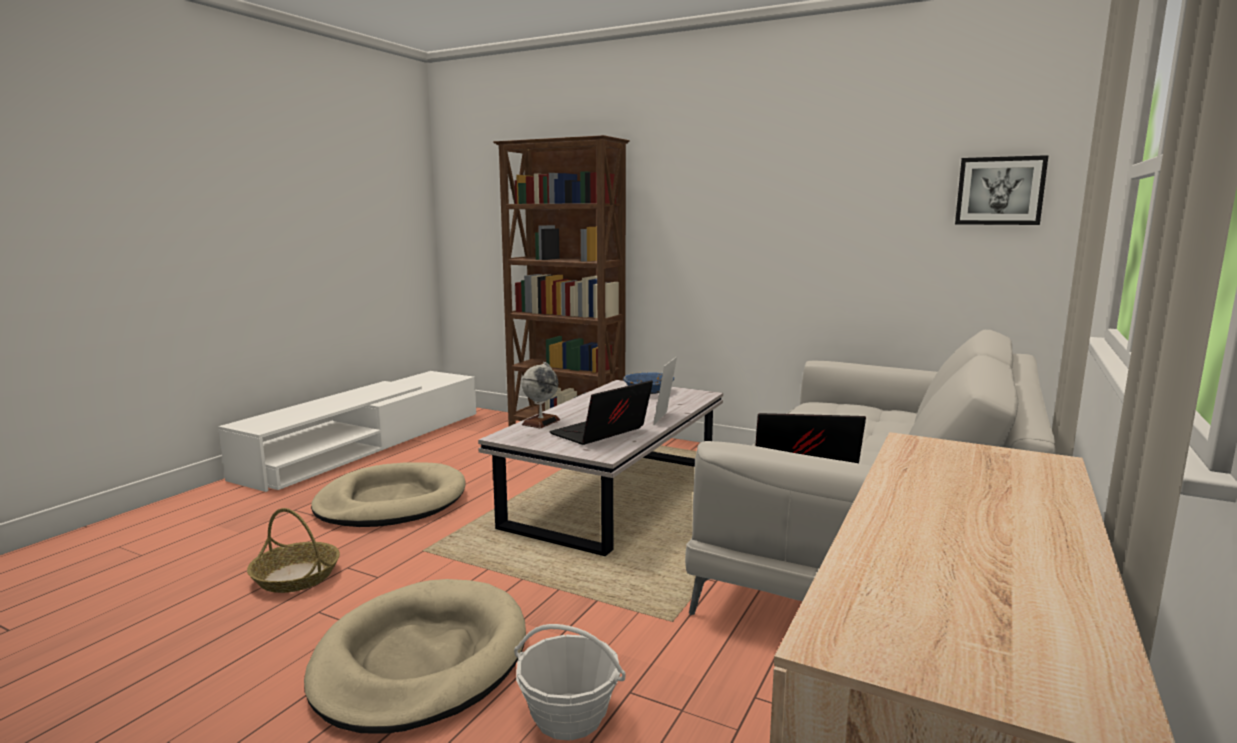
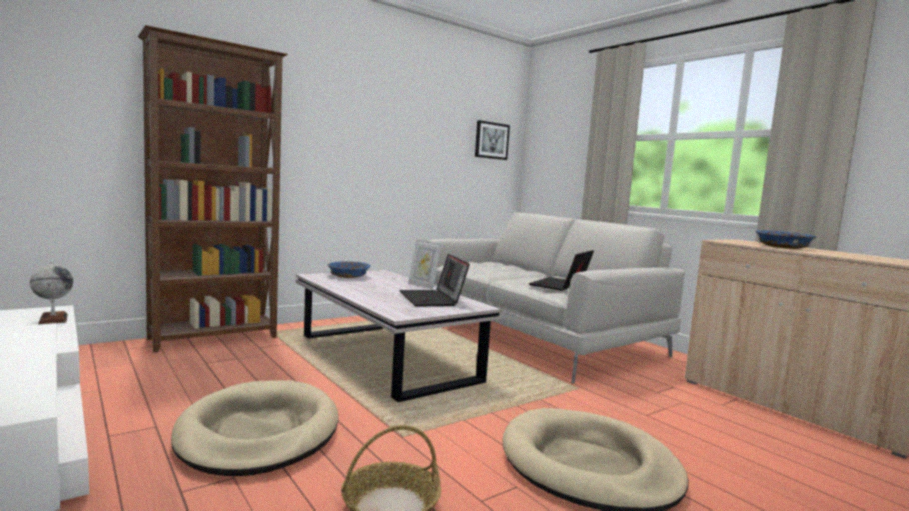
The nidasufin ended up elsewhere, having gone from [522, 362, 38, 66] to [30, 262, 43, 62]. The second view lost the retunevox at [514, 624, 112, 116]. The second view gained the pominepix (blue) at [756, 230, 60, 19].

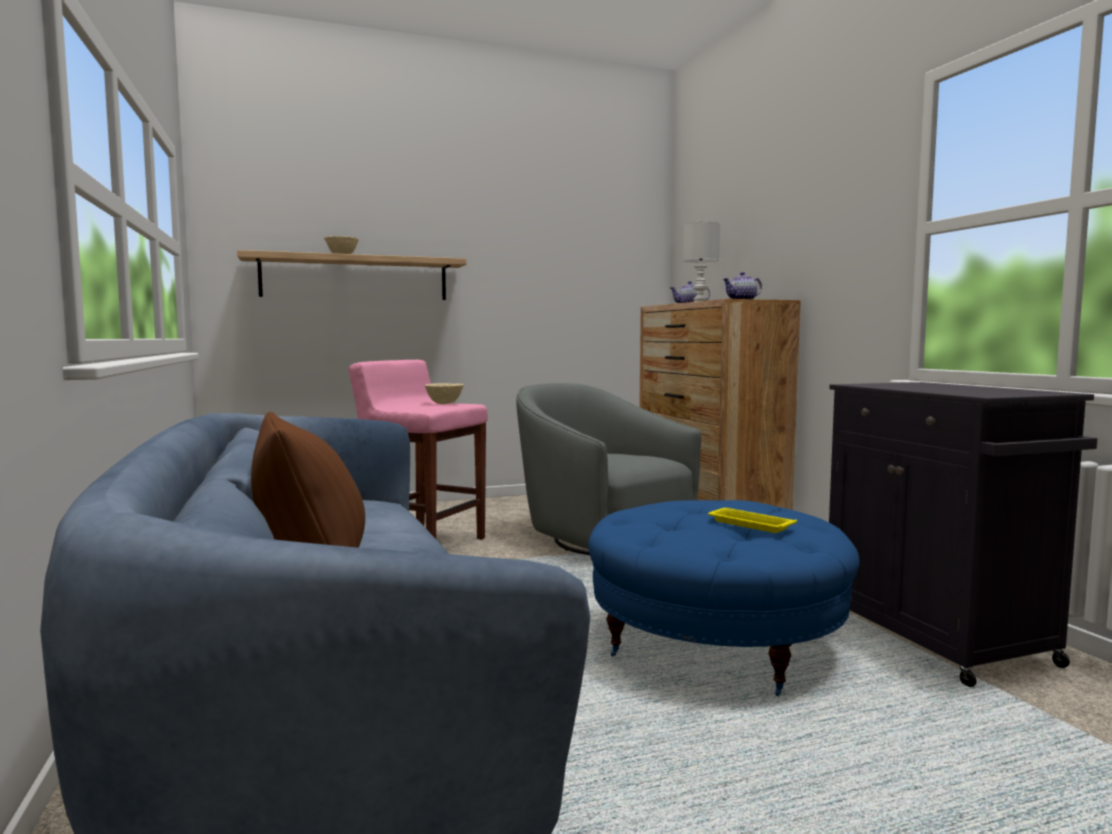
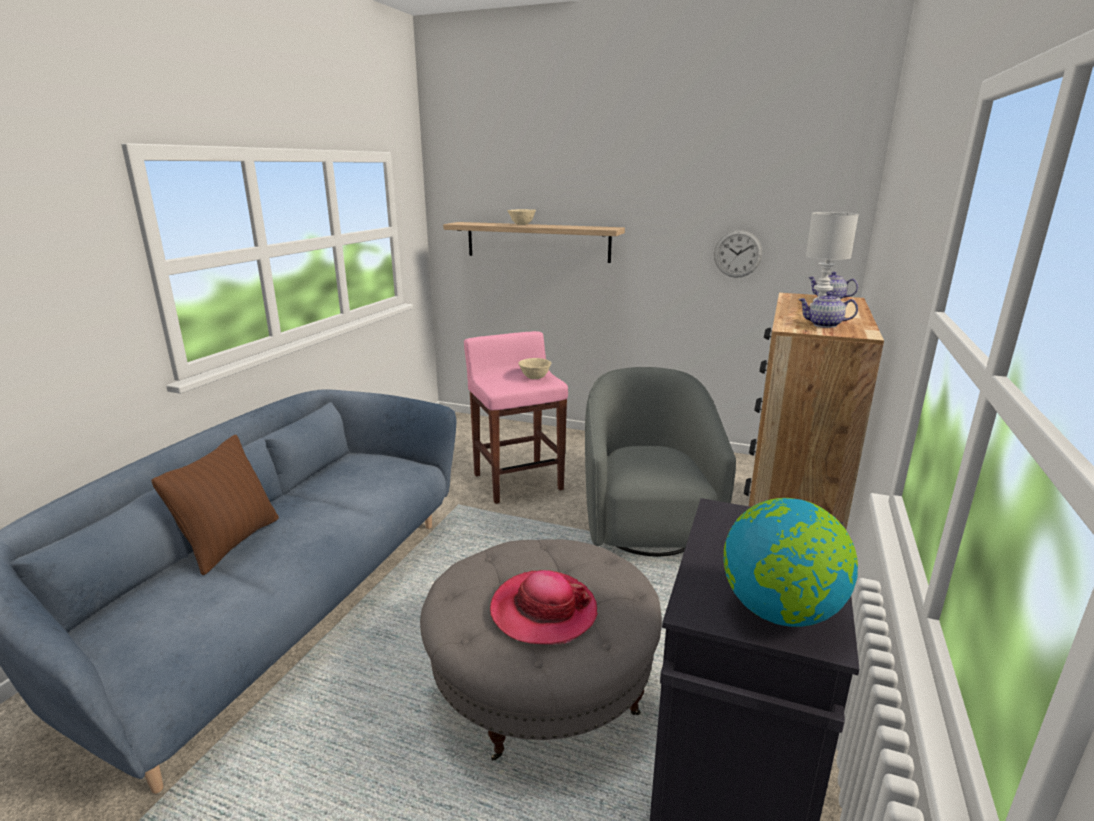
What was the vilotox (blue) at [588, 500, 272, 196] turned into the vilotox (grey) at [420, 539, 242, 222]. Where the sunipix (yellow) stood at [708, 508, 89, 25], the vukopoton came to stand at [490, 570, 108, 74]. The second view gained the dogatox at [714, 230, 48, 48]. The second view gained the nidasufin at [723, 498, 135, 129].

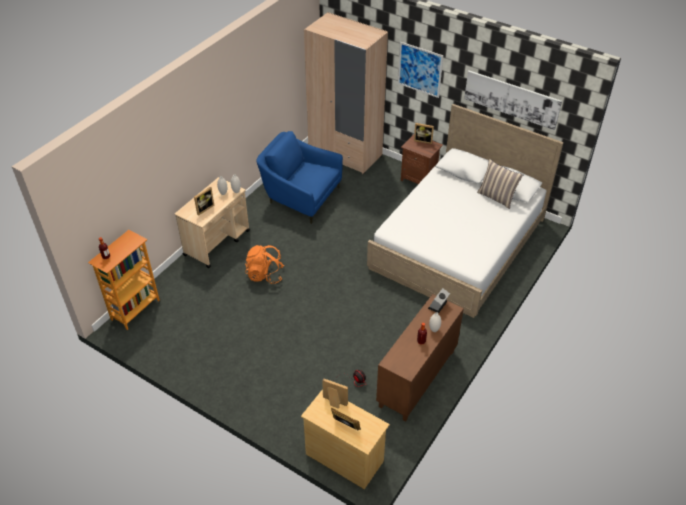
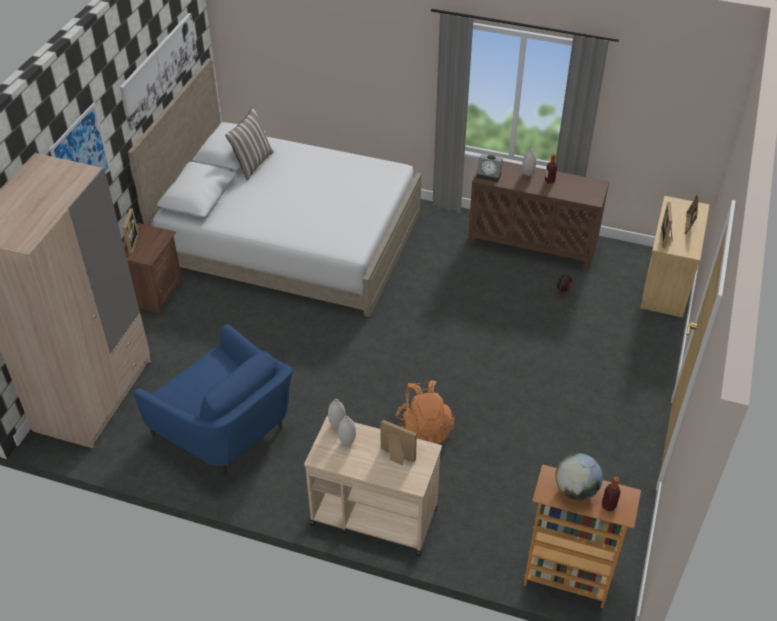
The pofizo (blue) at [256, 131, 87, 93] ended up facing another way, 60 degrees counterclockwise from before. The second view gained the nidasufin at [555, 453, 48, 47].

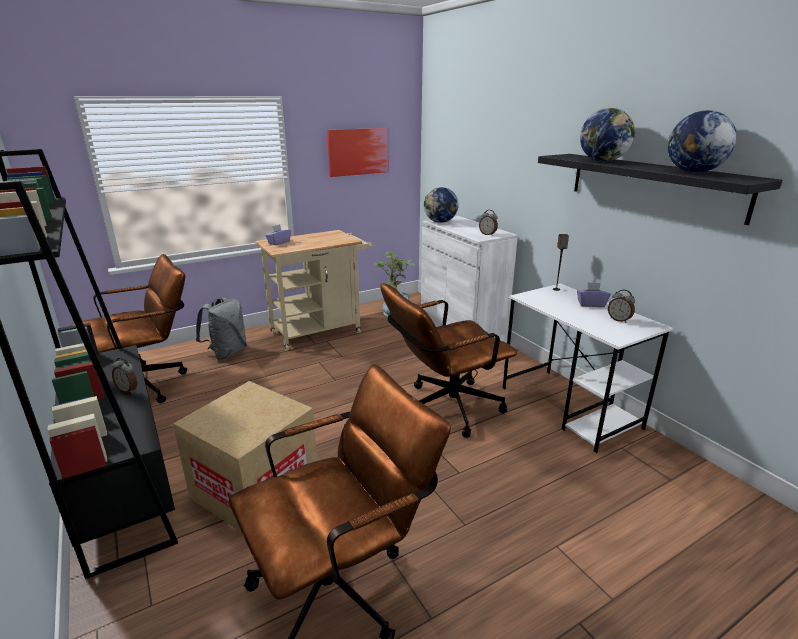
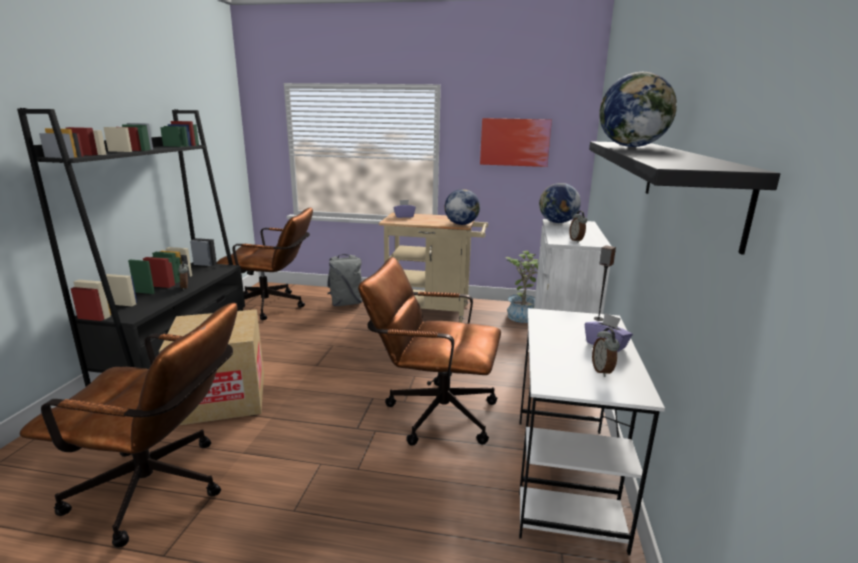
The nidasufin ended up elsewhere, having gone from [667, 110, 70, 63] to [445, 189, 35, 36].

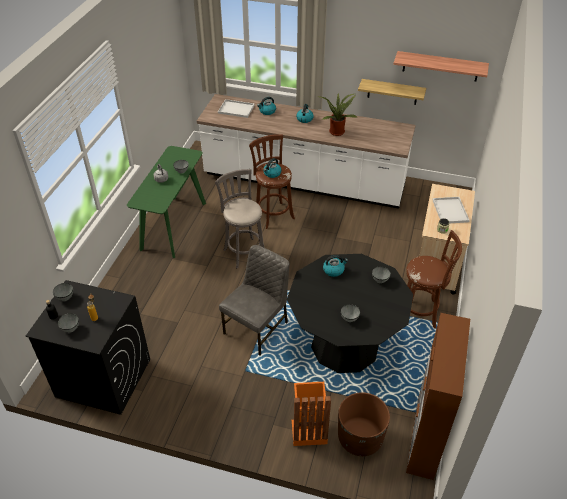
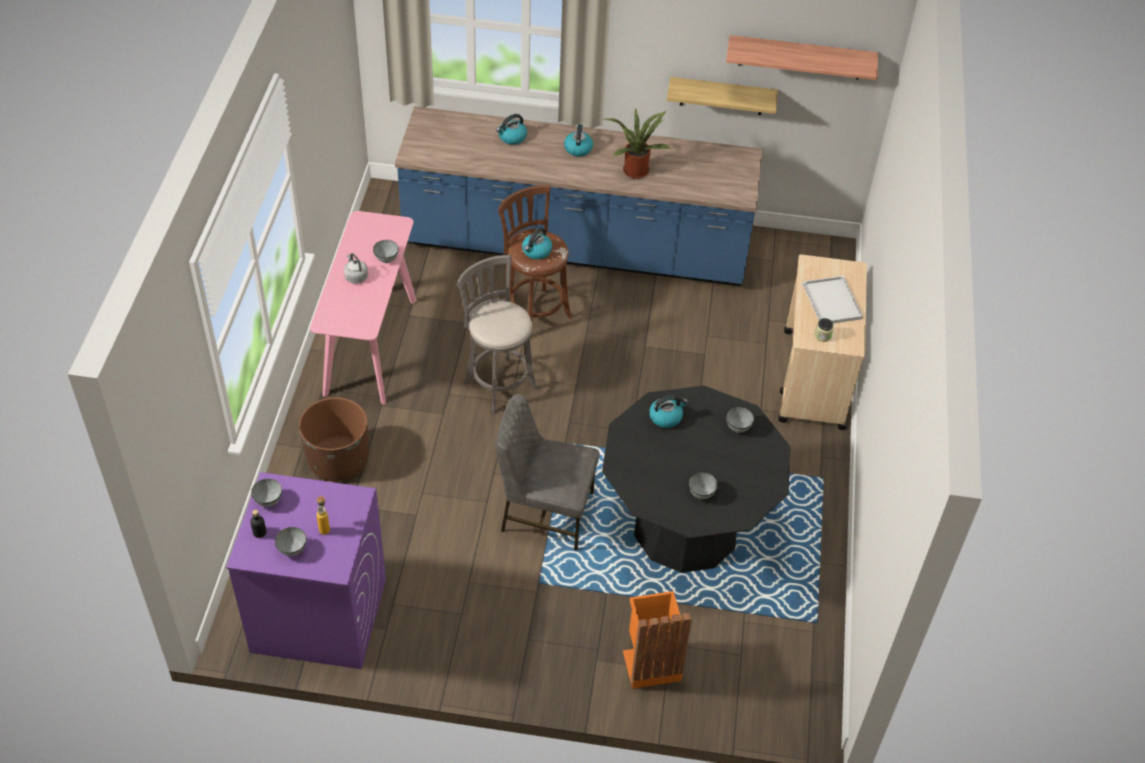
What was the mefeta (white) at [197, 94, 219, 115] turned into the mefeta (blue) at [395, 106, 367, 180]. The second view lost the sunipix (white) at [218, 99, 37, 19]. What was the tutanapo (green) at [127, 146, 79, 112] turned into the tutanapo (pink) at [310, 211, 107, 194]. The second view lost the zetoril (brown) at [406, 230, 56, 98]. The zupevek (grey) at [219, 245, 70, 110] ended up facing another way, 105 degrees counterclockwise from before. What was the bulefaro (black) at [26, 280, 124, 135] turned into the bulefaro (purple) at [226, 472, 160, 197]. The second view lost the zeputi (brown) at [406, 313, 64, 167]. The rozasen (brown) ended up elsewhere, having gone from [338, 392, 52, 64] to [299, 397, 70, 84].

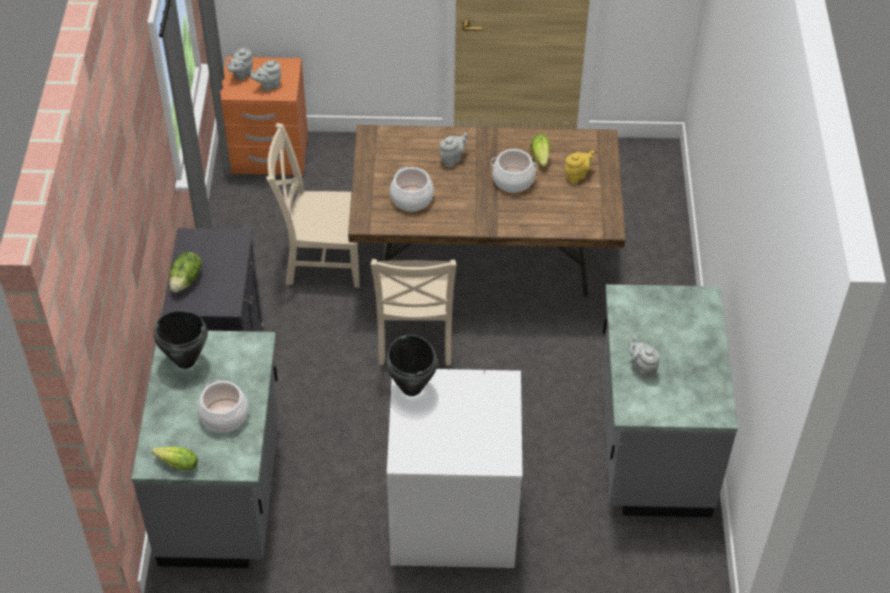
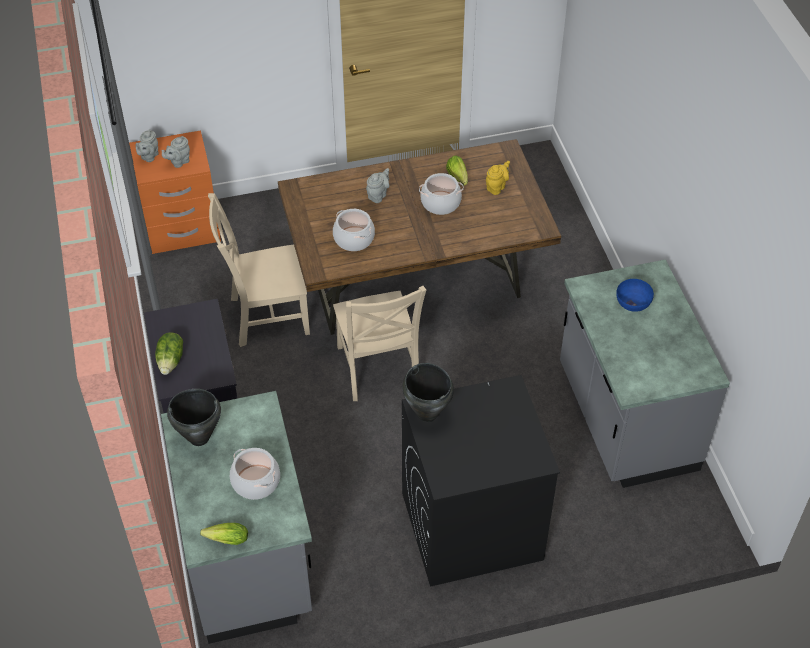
The second view lost the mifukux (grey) at [629, 336, 31, 43]. What was the bulefaro (white) at [387, 369, 135, 199] turned into the bulefaro (black) at [402, 375, 158, 212]. The second view gained the pominepix (blue) at [616, 279, 38, 33].

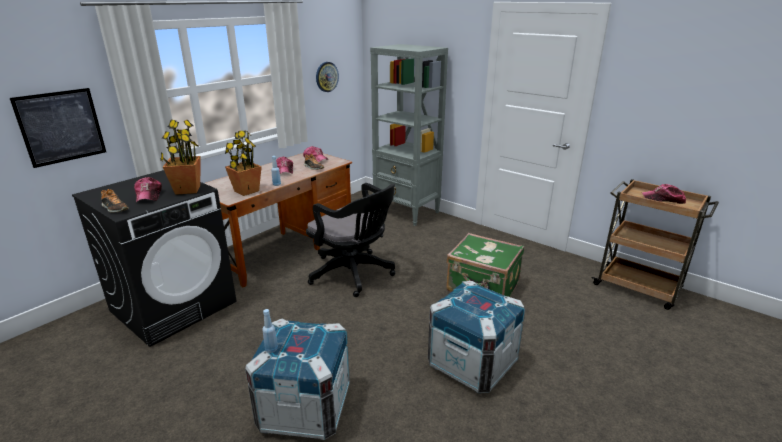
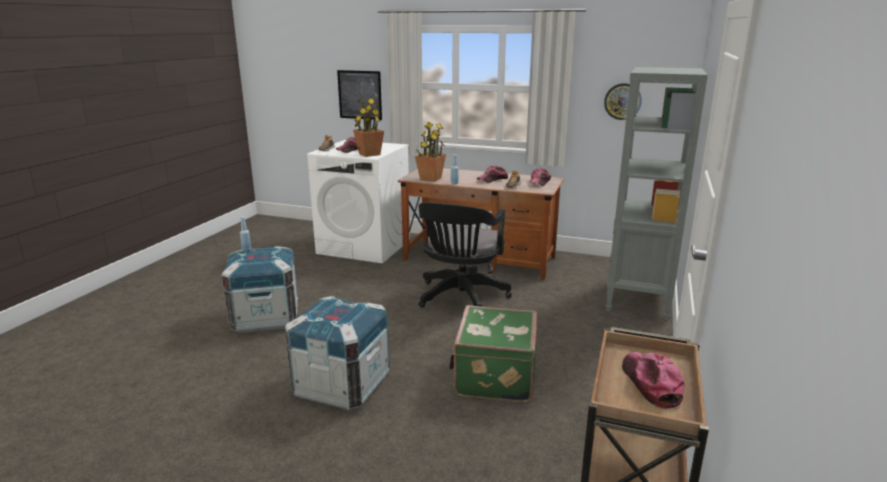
What was the bulefaro (black) at [72, 170, 165, 177] turned into the bulefaro (white) at [307, 140, 103, 123].

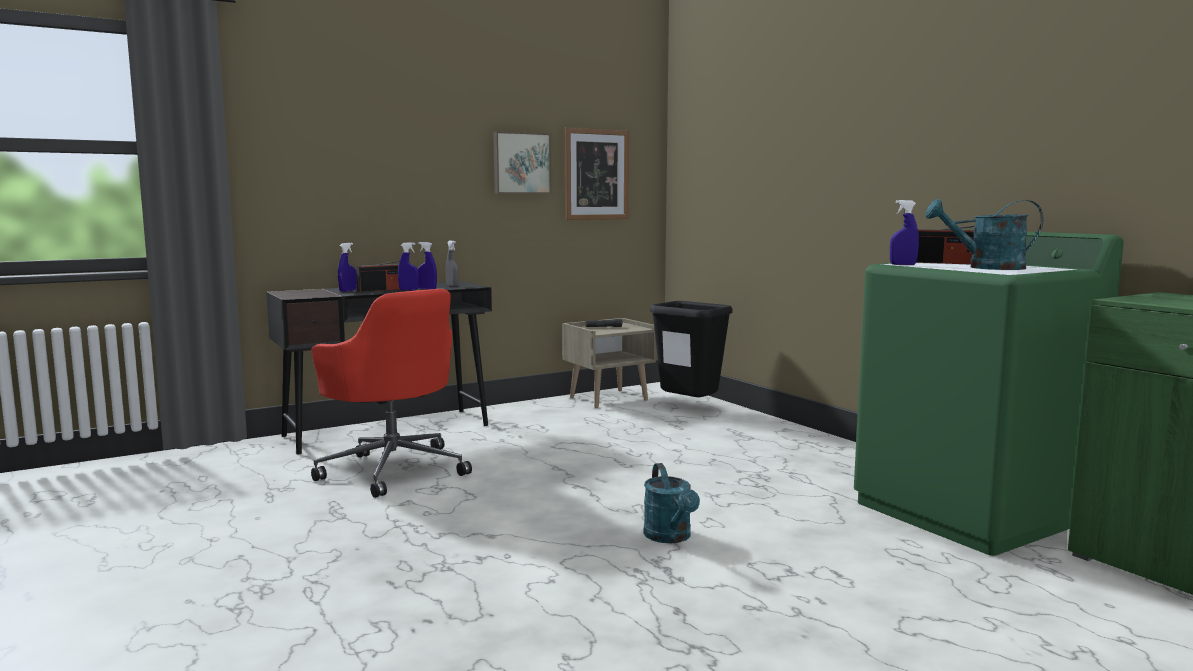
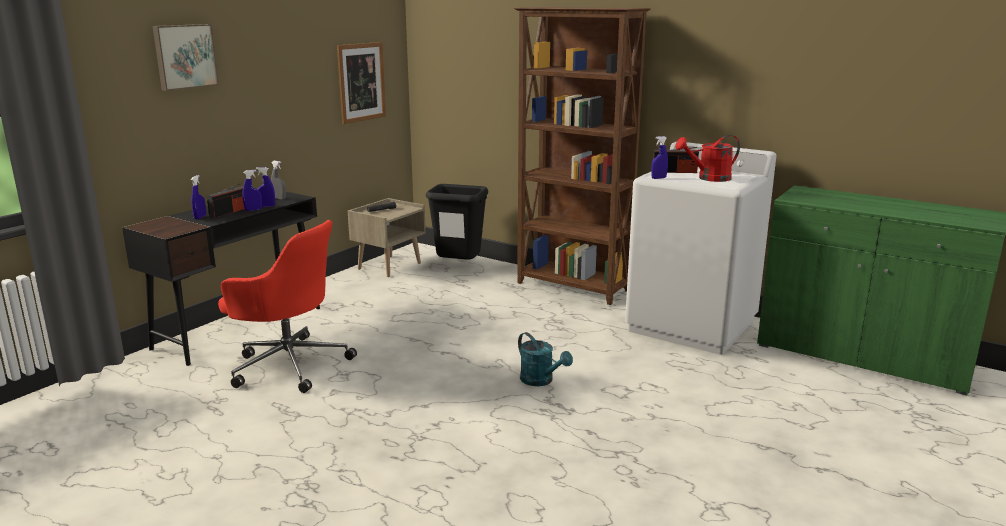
The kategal ended up elsewhere, having gone from [493, 131, 58, 63] to [153, 24, 66, 67]. What was the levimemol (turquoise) at [925, 199, 118, 71] turned into the levimemol (red) at [675, 135, 65, 47]. What was the bulefaro (green) at [854, 232, 269, 324] turned into the bulefaro (white) at [625, 142, 151, 213]. The second view gained the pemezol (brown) at [514, 7, 137, 298].

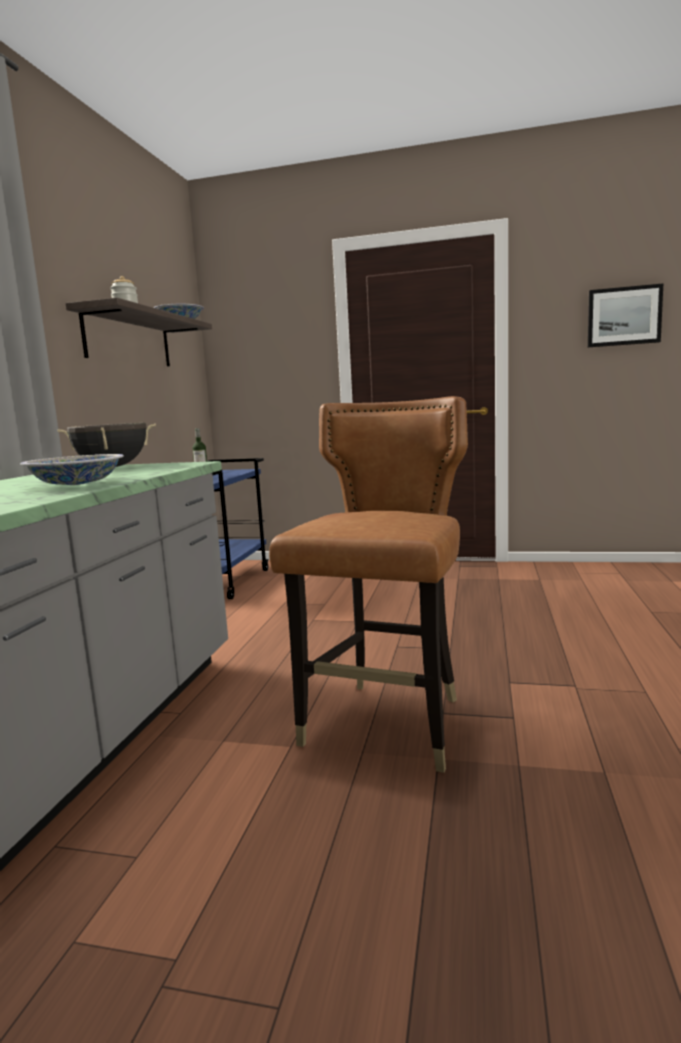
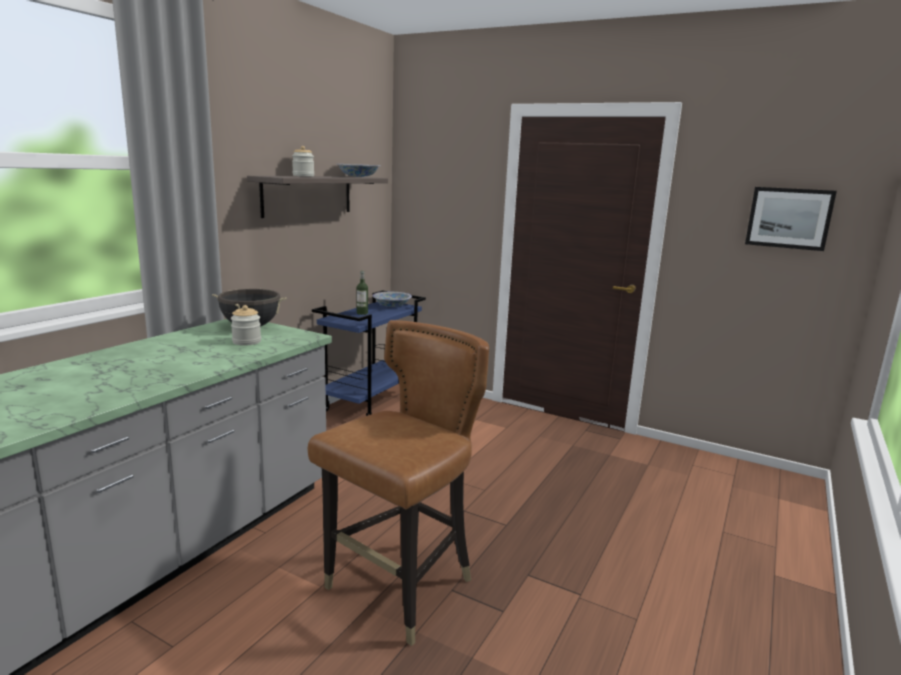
The pominepix ended up elsewhere, having gone from [20, 454, 104, 31] to [372, 292, 40, 15]. The second view gained the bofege at [231, 305, 30, 41].

